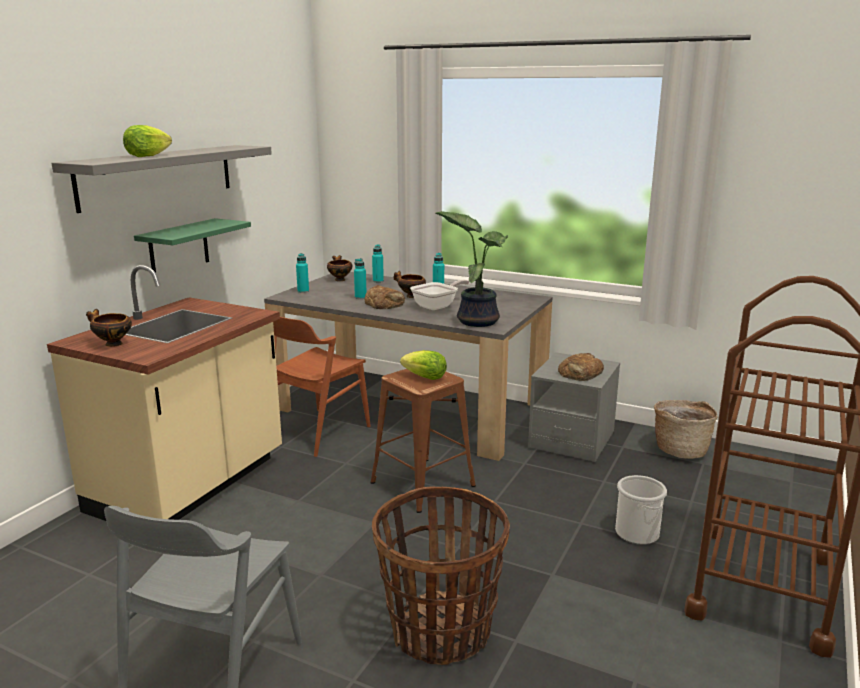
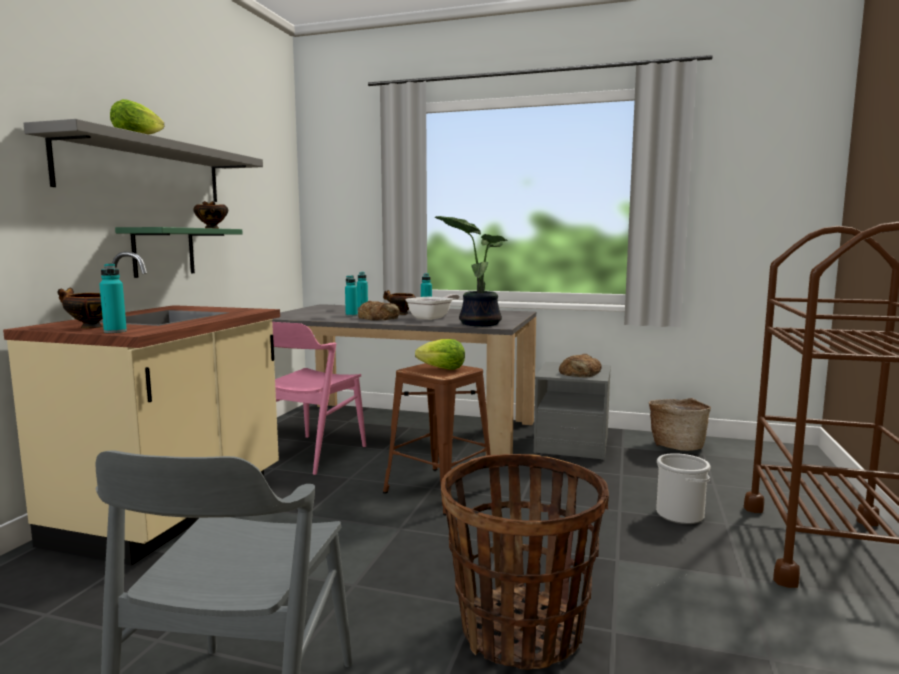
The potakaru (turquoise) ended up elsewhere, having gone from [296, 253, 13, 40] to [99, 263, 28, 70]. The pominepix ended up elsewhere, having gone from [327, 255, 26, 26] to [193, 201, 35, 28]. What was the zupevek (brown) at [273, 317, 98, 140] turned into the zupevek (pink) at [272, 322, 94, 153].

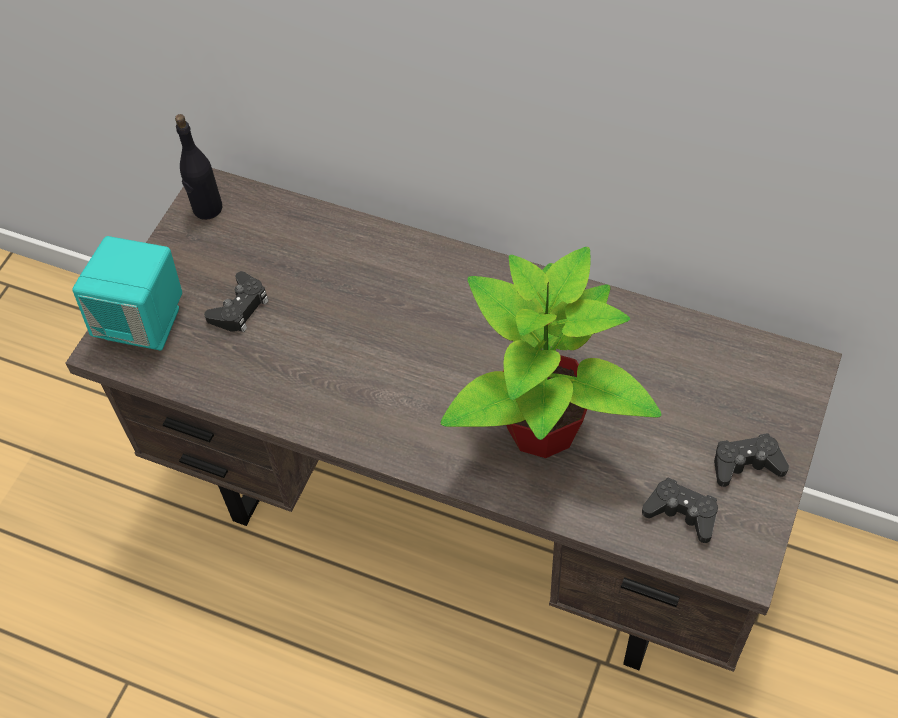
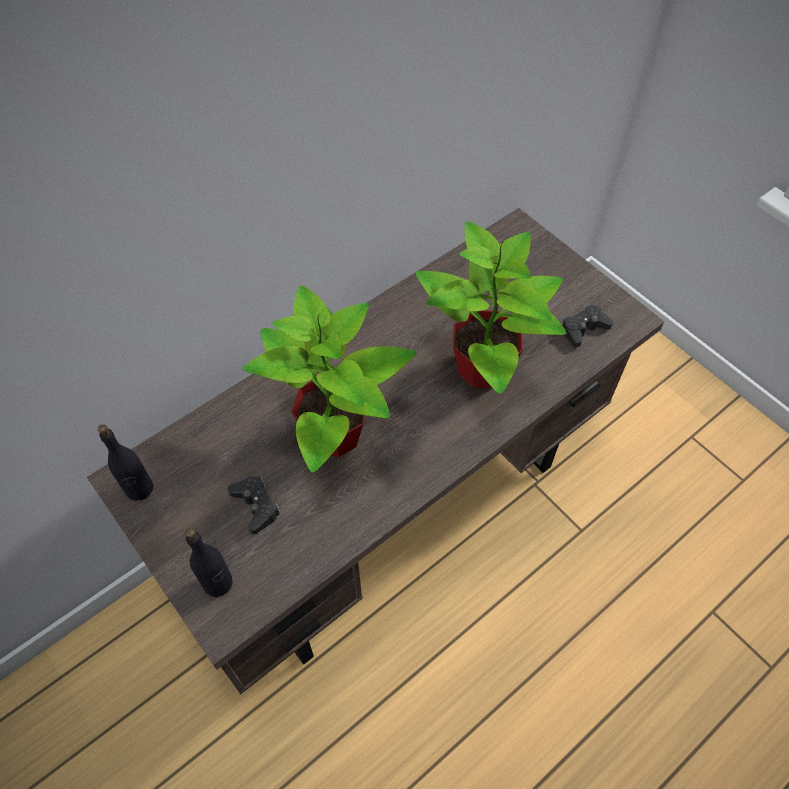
Where the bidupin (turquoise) stood at [72, 236, 110, 115], the potakaru (black) came to stand at [185, 528, 48, 69]. The second view lost the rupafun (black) at [714, 433, 75, 54]. The second view gained the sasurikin at [243, 285, 174, 188].

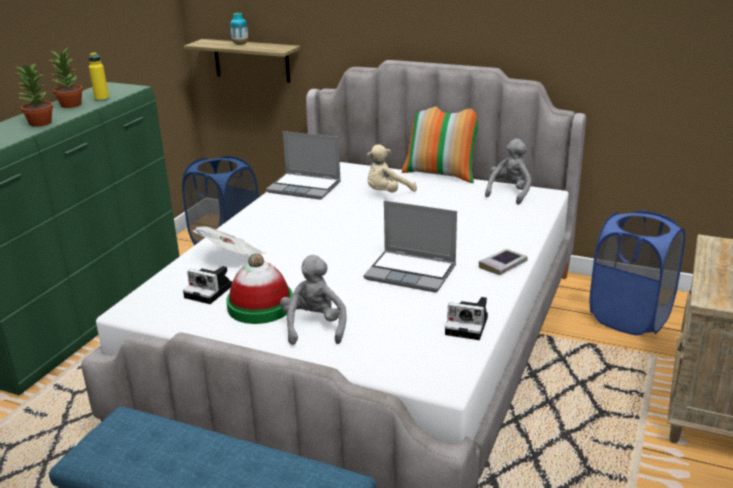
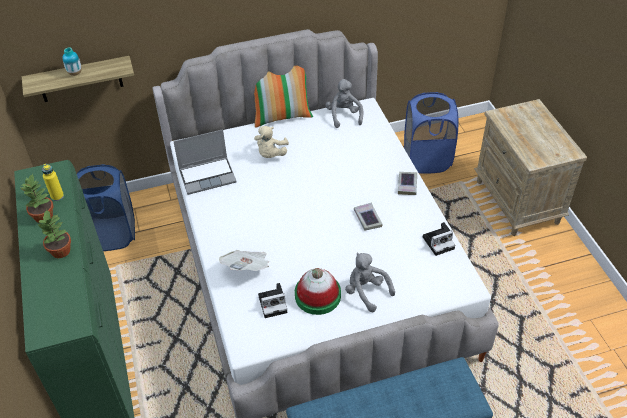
Where the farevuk stood at [364, 201, 93, 92], the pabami came to stand at [354, 203, 28, 28].

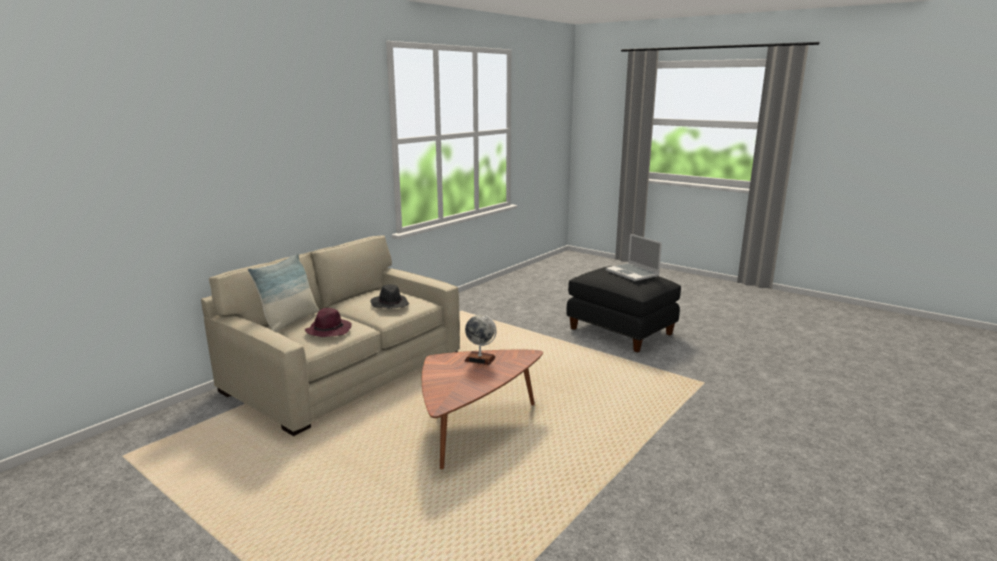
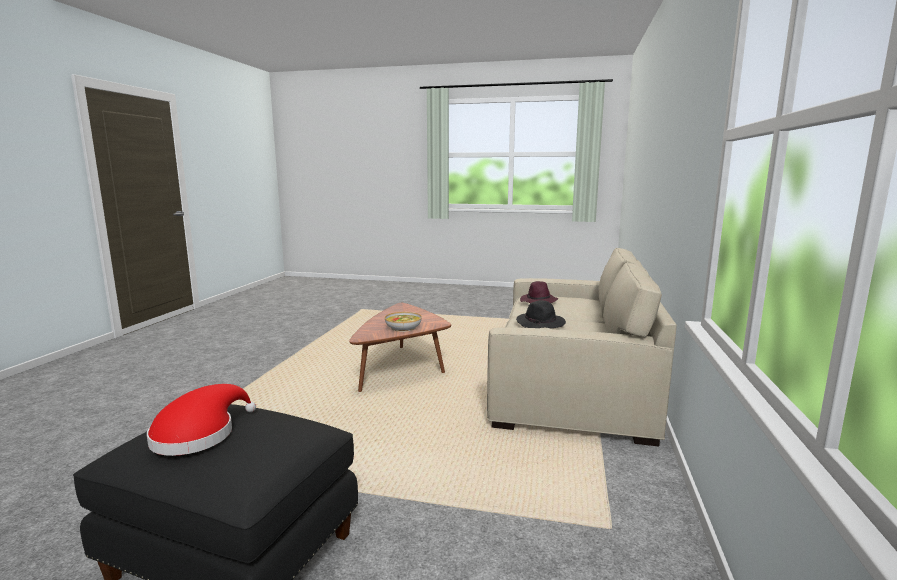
Where the farevuk stood at [606, 234, 56, 47], the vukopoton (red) came to stand at [147, 384, 109, 72]. The second view lost the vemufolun at [248, 253, 71, 79]. Where the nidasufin stood at [464, 315, 32, 50], the pominepix came to stand at [385, 312, 37, 20].

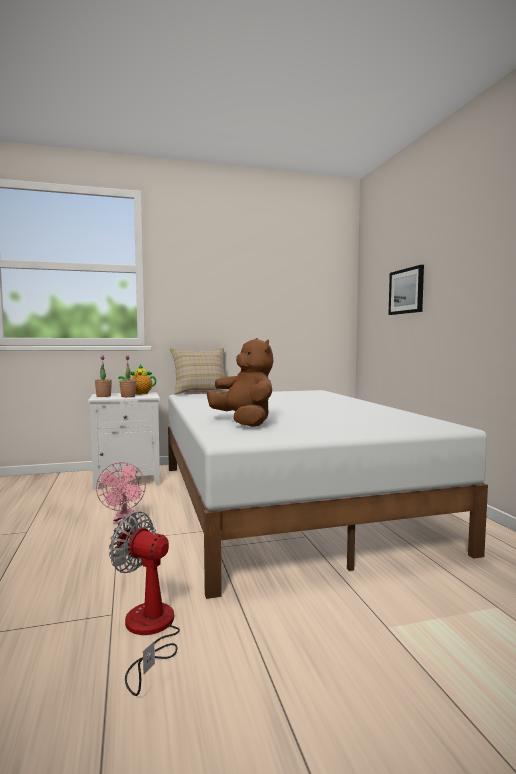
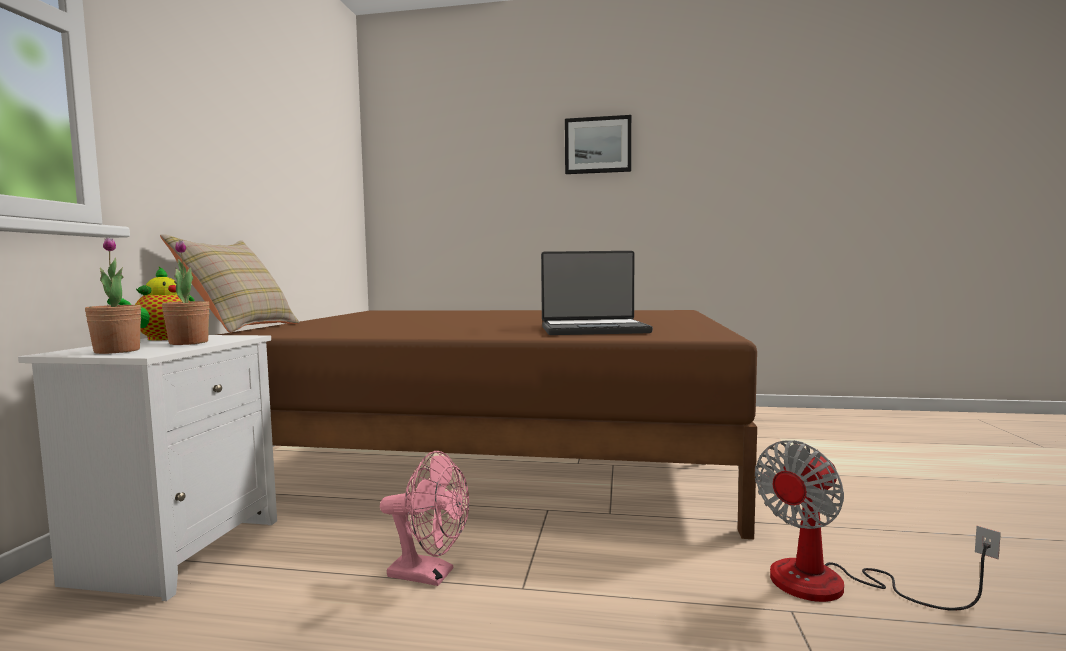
The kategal ended up elsewhere, having gone from [388, 265, 36, 50] to [565, 115, 66, 59]. Where the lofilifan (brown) stood at [207, 338, 66, 89], the farevuk came to stand at [541, 251, 112, 84]. What was the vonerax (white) at [168, 390, 320, 209] turned into the vonerax (brown) at [218, 310, 539, 229].

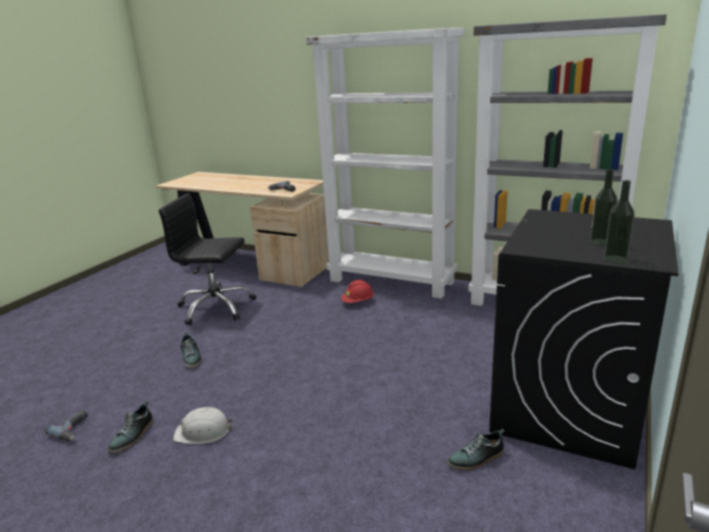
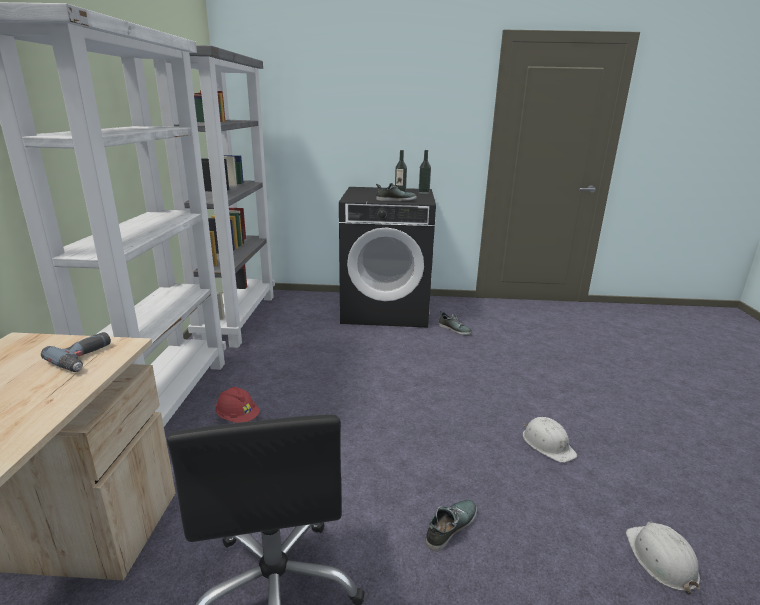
The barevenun ended up elsewhere, having gone from [108, 401, 45, 53] to [376, 183, 41, 18]. Where the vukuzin stood at [45, 410, 43, 32], the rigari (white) came to stand at [626, 521, 74, 74].

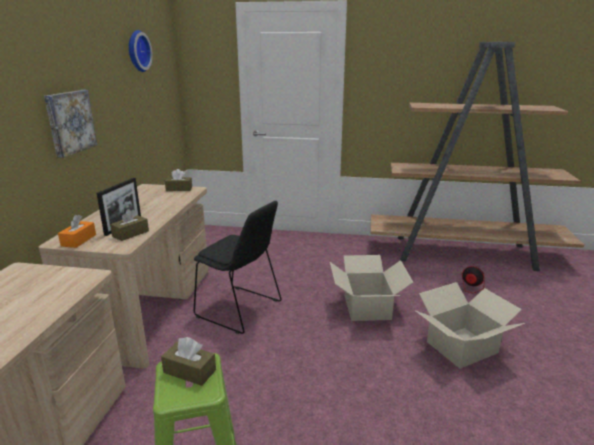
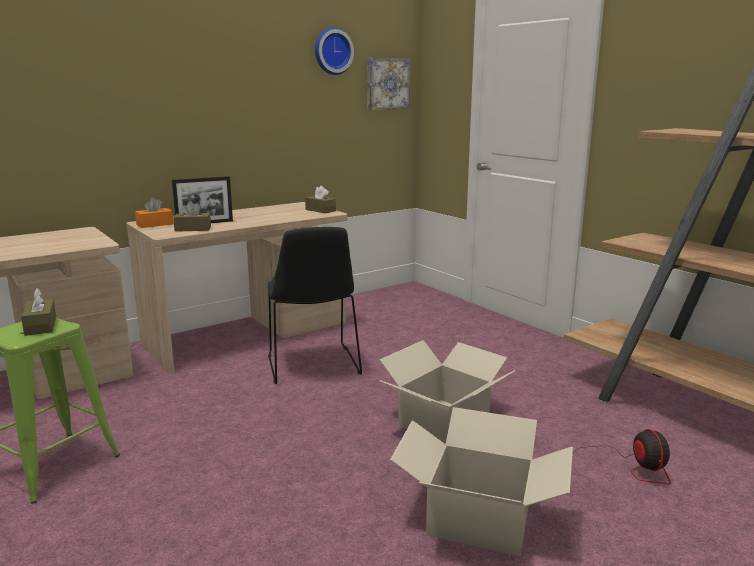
The kategal ended up elsewhere, having gone from [44, 90, 53, 68] to [367, 58, 43, 52].

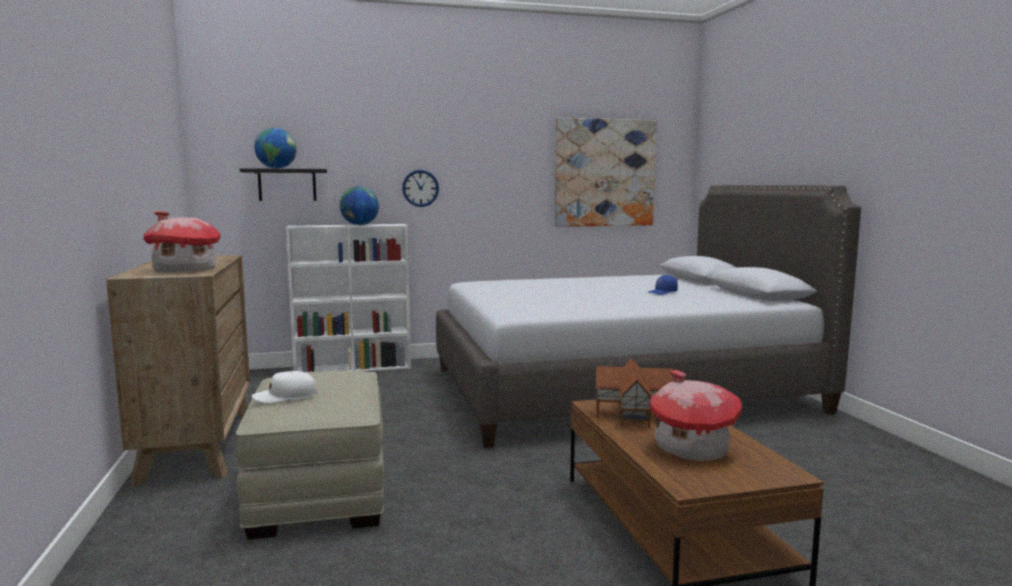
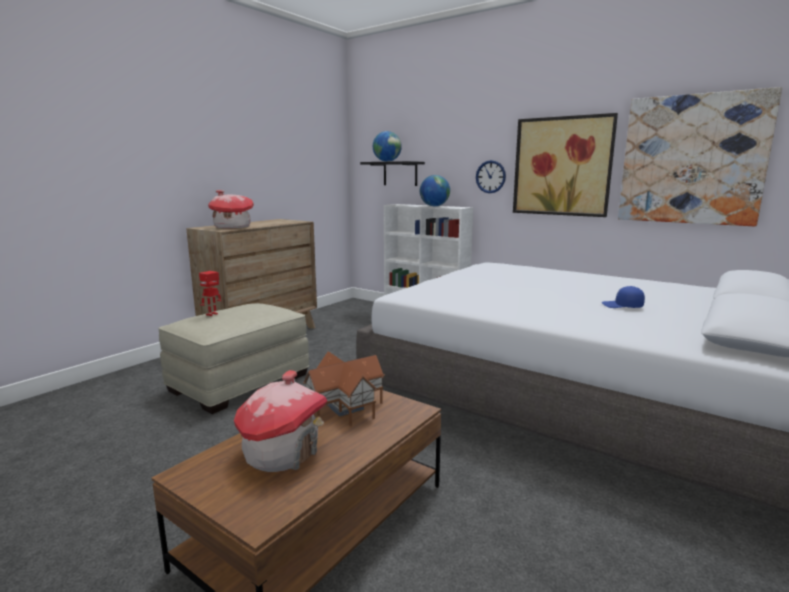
Where the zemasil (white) stood at [252, 371, 65, 32], the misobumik came to stand at [199, 271, 22, 45]. The second view gained the kategal at [513, 113, 105, 104].

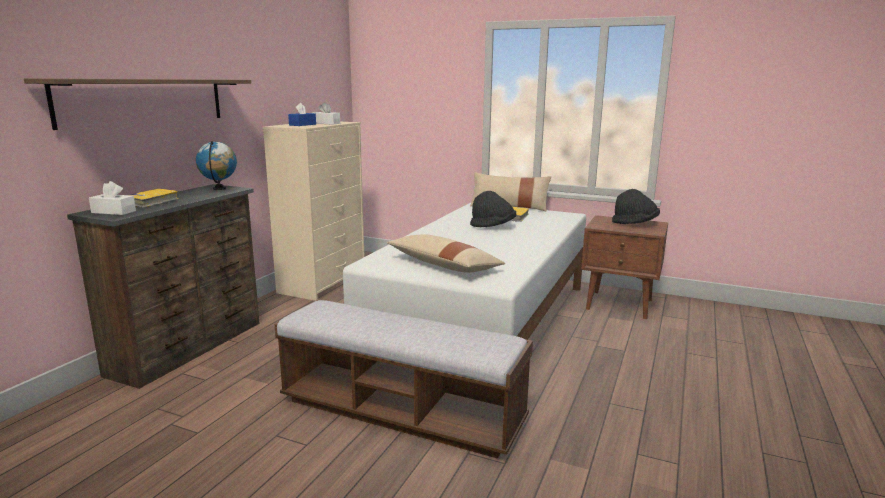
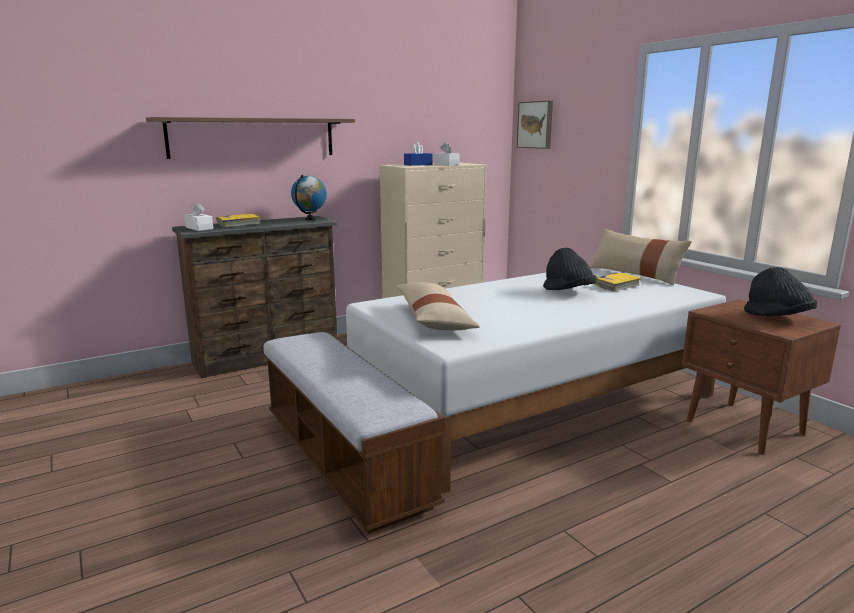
The second view gained the kategal at [517, 101, 36, 48].

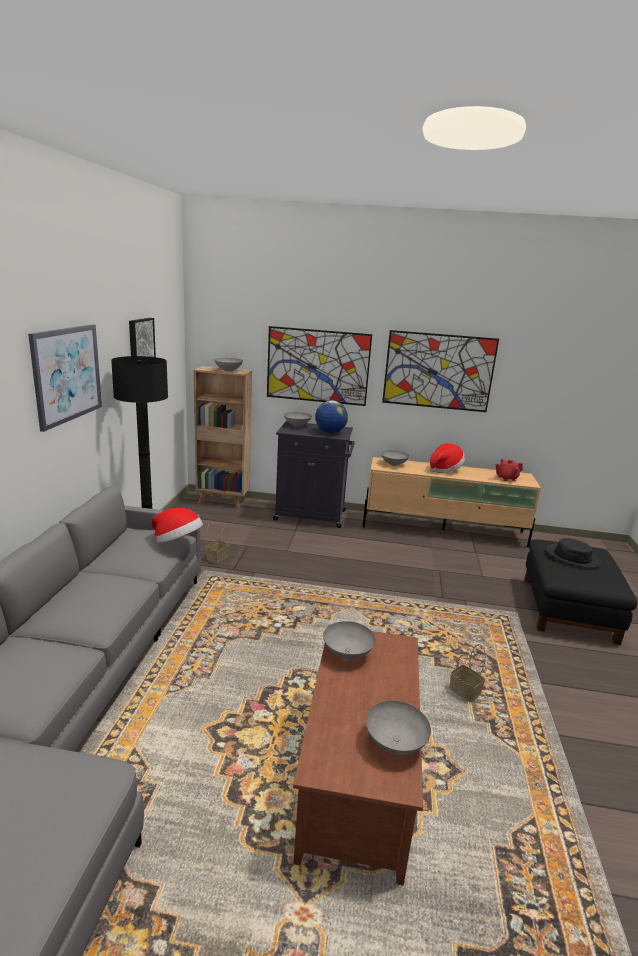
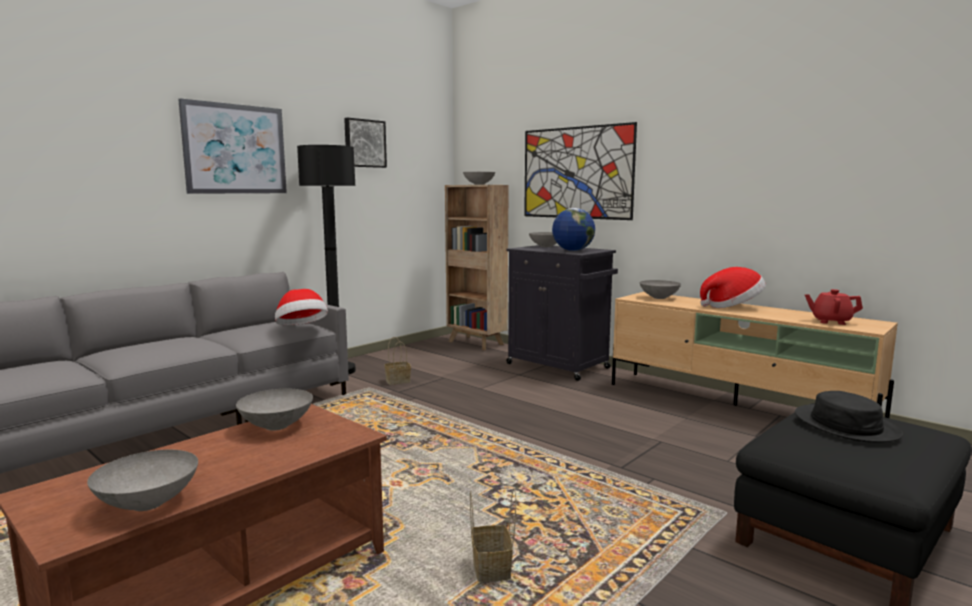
The second view lost the kategal at [382, 330, 117, 82].

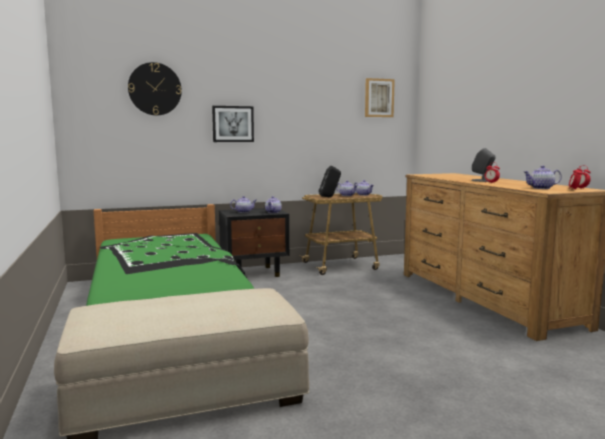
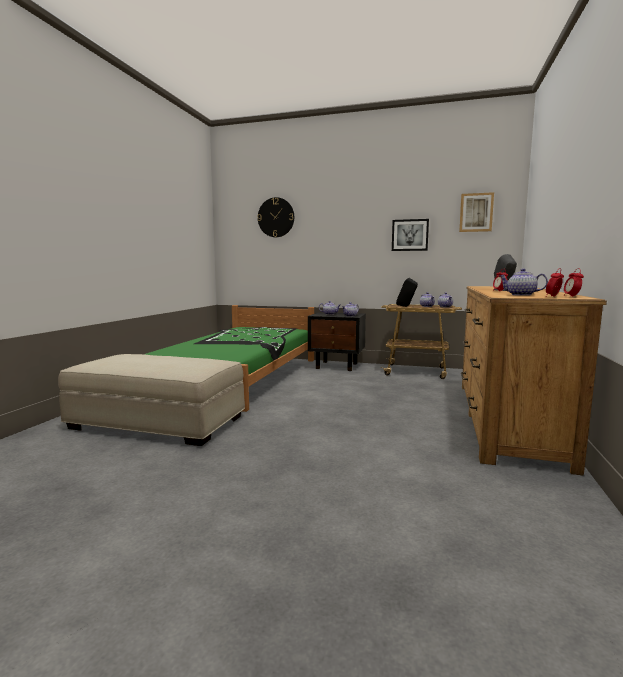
The kategal ended up elsewhere, having gone from [212, 106, 42, 36] to [392, 219, 37, 32].

